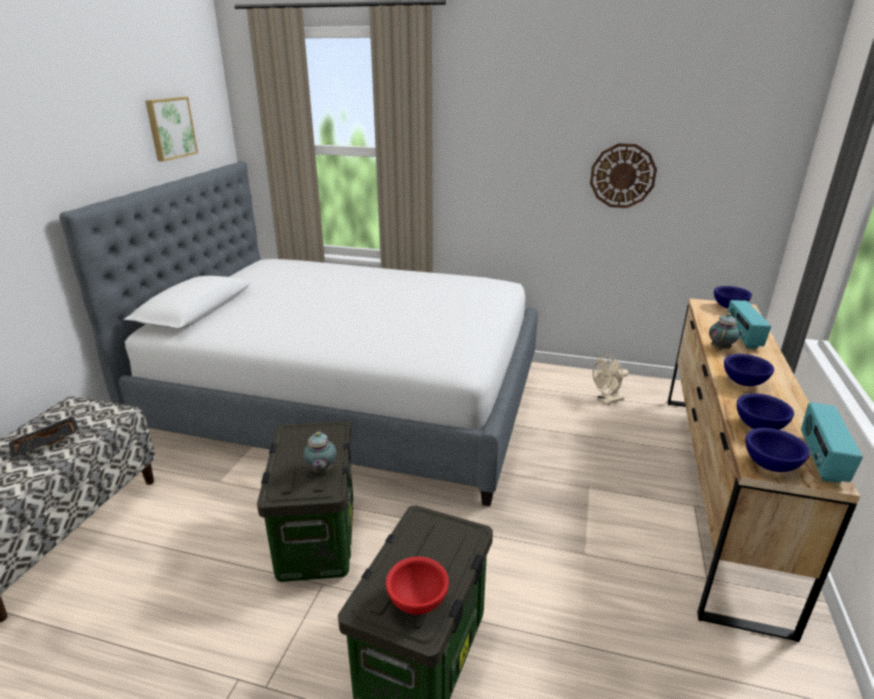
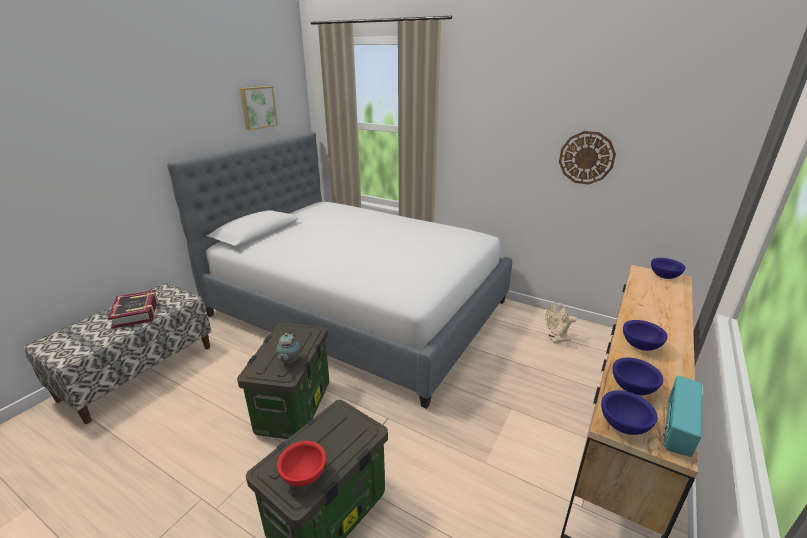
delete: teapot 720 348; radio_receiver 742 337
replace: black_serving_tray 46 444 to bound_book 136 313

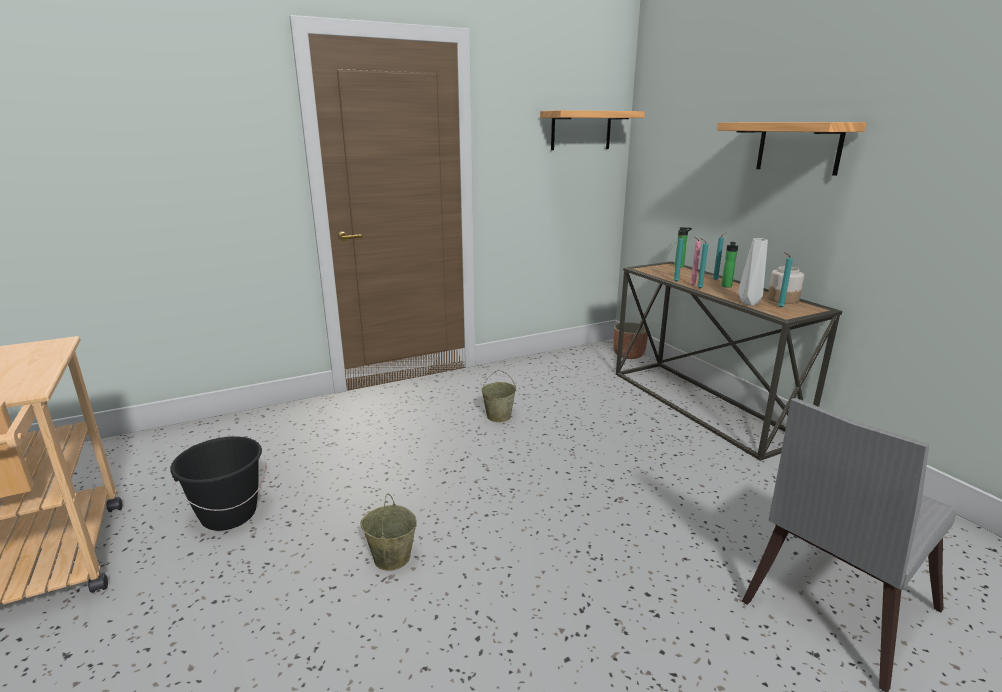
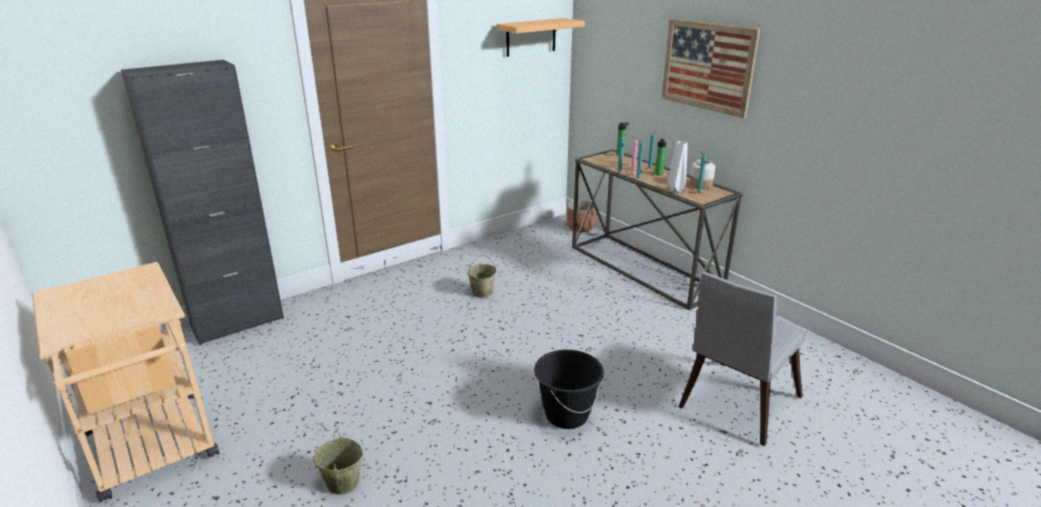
insert: black_cupboard 238 323
move: black_water_bucket 229 515 to 566 415; beige-coloured_water_bucket 391 557 to 342 482
replace: wall_shelf 798 147 to picture 707 66

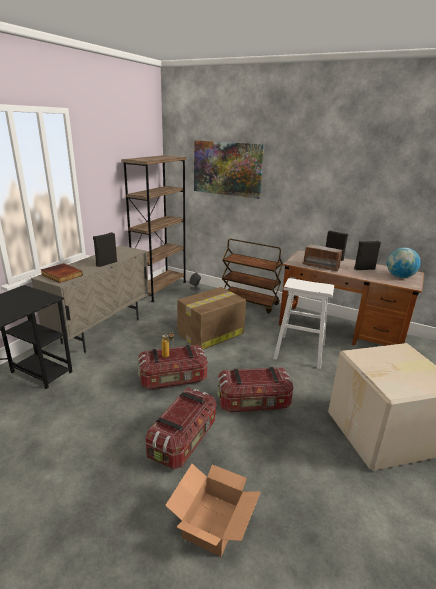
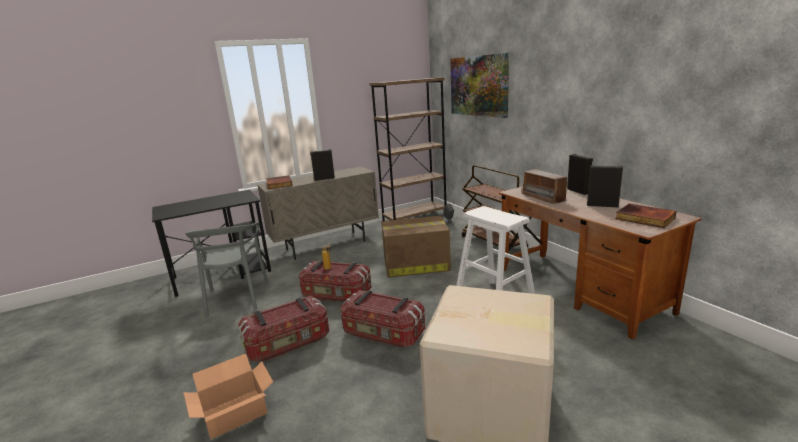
insert: greyish_plain_chair 236 298
replace: desk_globe 399 276 to bound_book 644 218

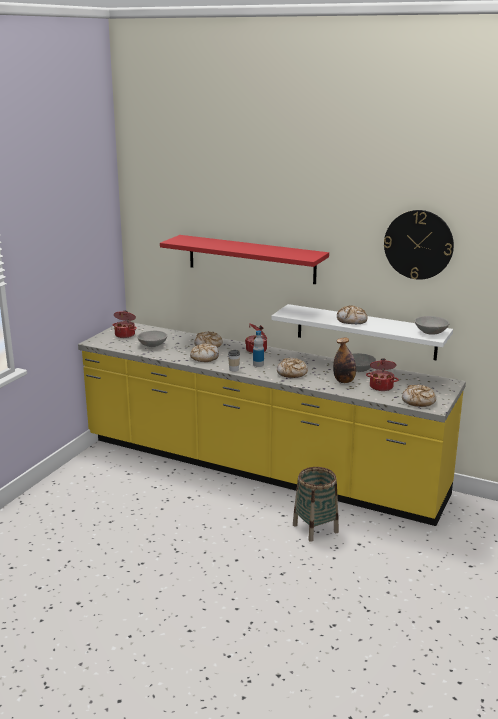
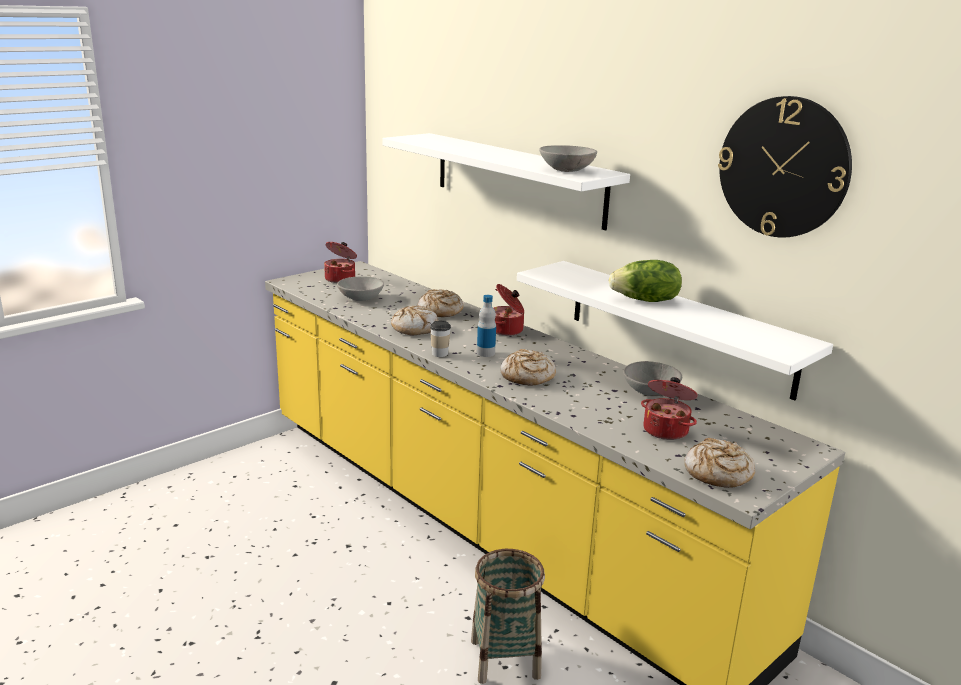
delete: beverage_bottle 344 381
move: greyish_deep_dish 430 332 to 566 170
replace: bread 352 320 to head_of_lettuce 645 300
recolor: red_wall_shelf 251 259 to whitish_wall_shelf 517 179

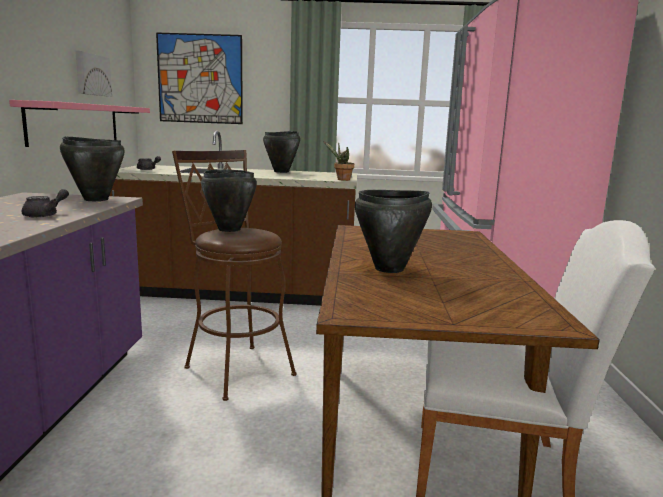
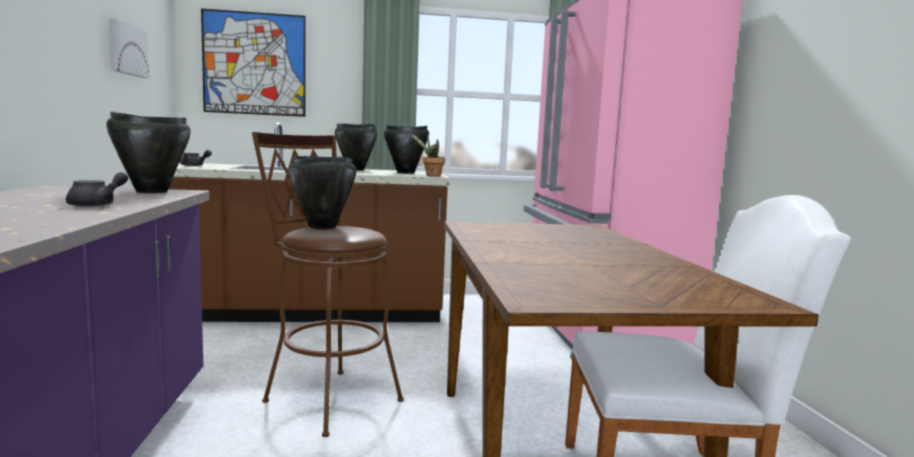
delete: pink-coloured_wall_shelf 75 123
move: black_cooking_pot 390 269 to 406 173

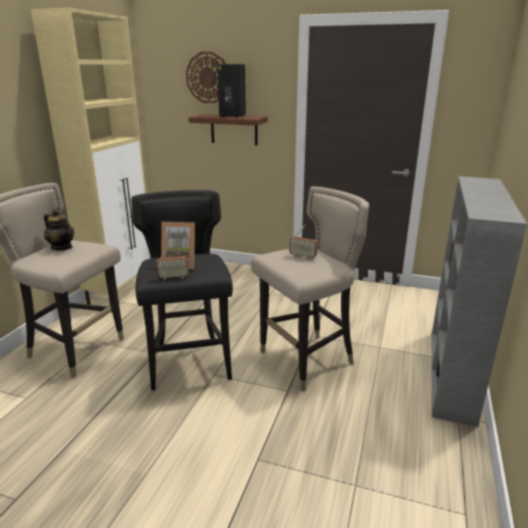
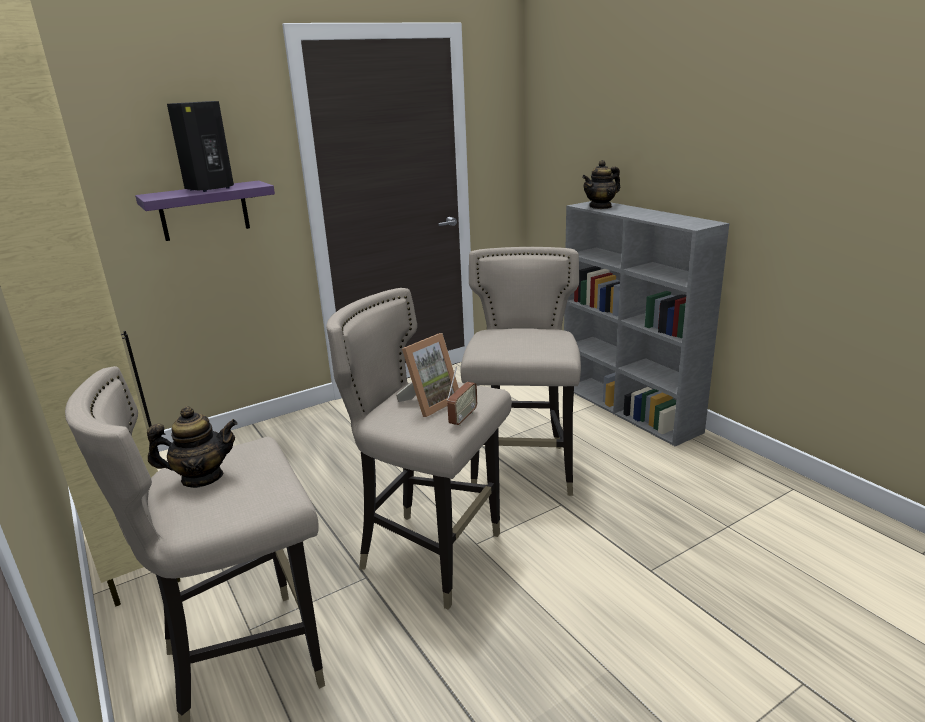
delete: hanging_clock 208 77; radio_receiver 303 256
insert: teapot 600 207
recolor: black_stool_seat 190 365 to beige-coloured_stool_seat 432 555; brown-coloured_wall_shelf 234 129 to purple-coloured_wall_shelf 204 211

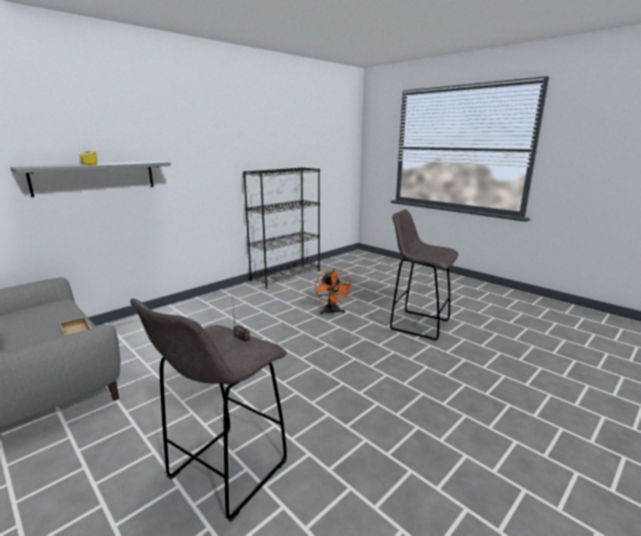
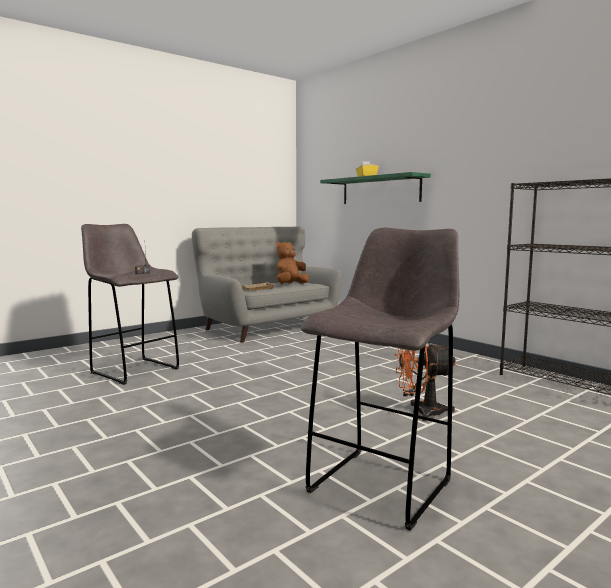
insert: brown-coloured_cuddly_toy 290 285
recolor: greyish_wall_shelf 95 177 to green-coloured_wall_shelf 380 190

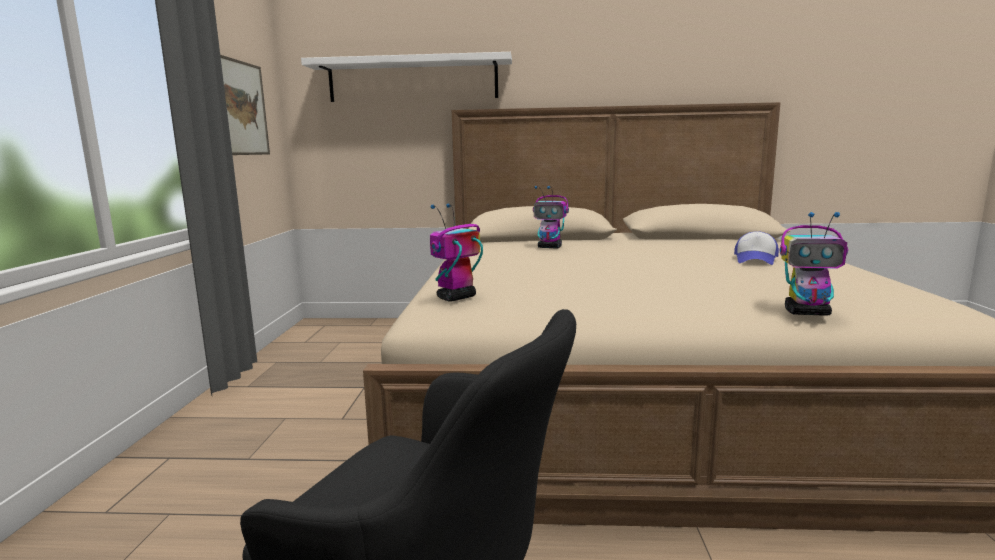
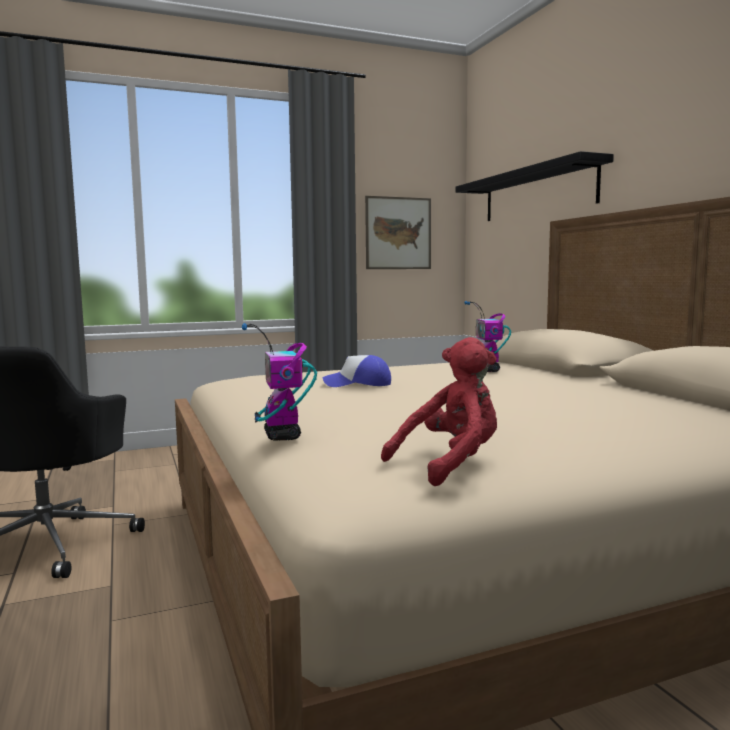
delete: model_robot 455 298
insert: red_cuddly_toy 450 464
move: cap 755 260 to 358 384
recolor: whitish_wall_shelf 413 80 to black_wall_shelf 537 193

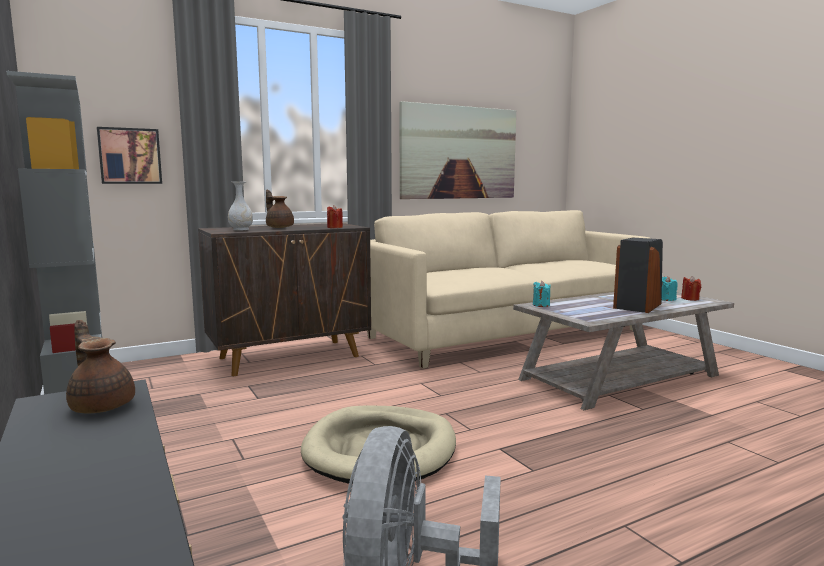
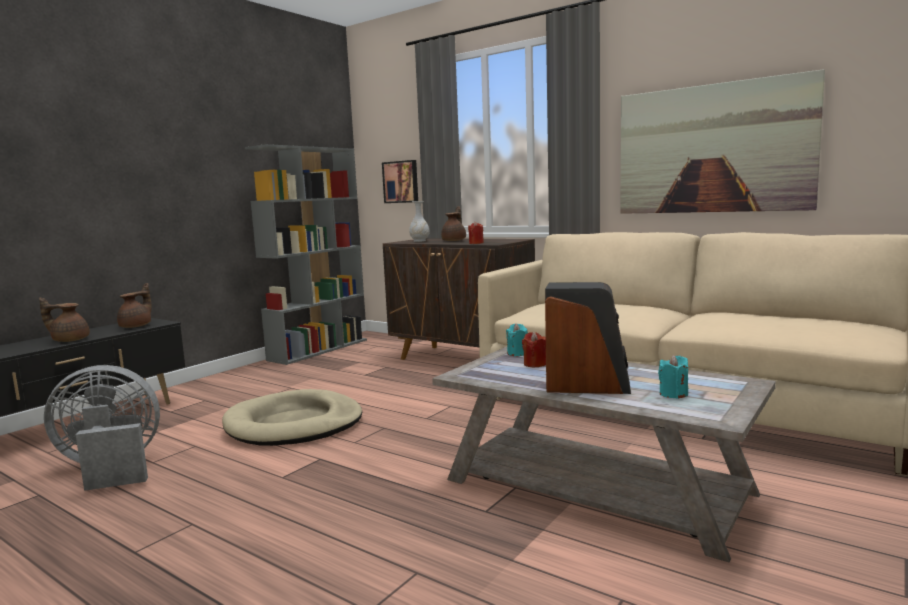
insert: brown-coloured_teapot 69 340
move: red_wax_candle 690 299 to 535 364

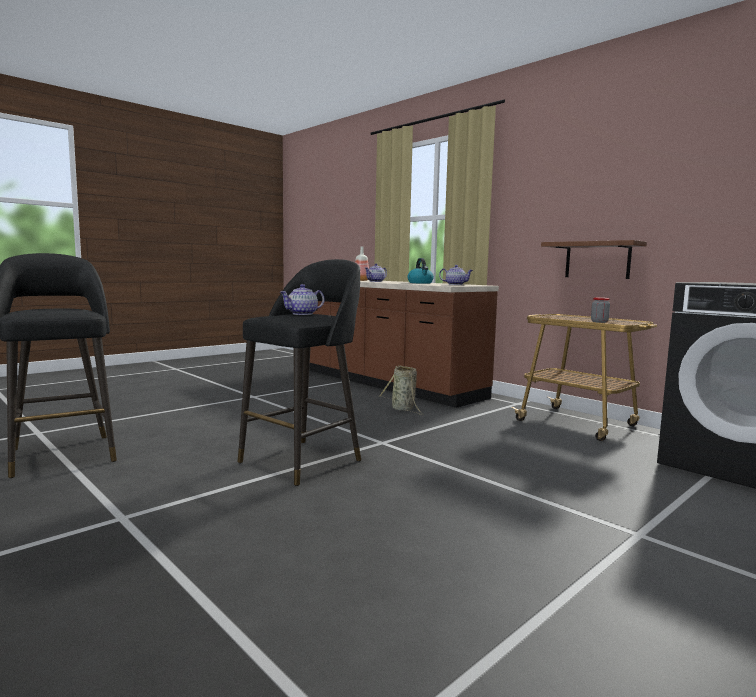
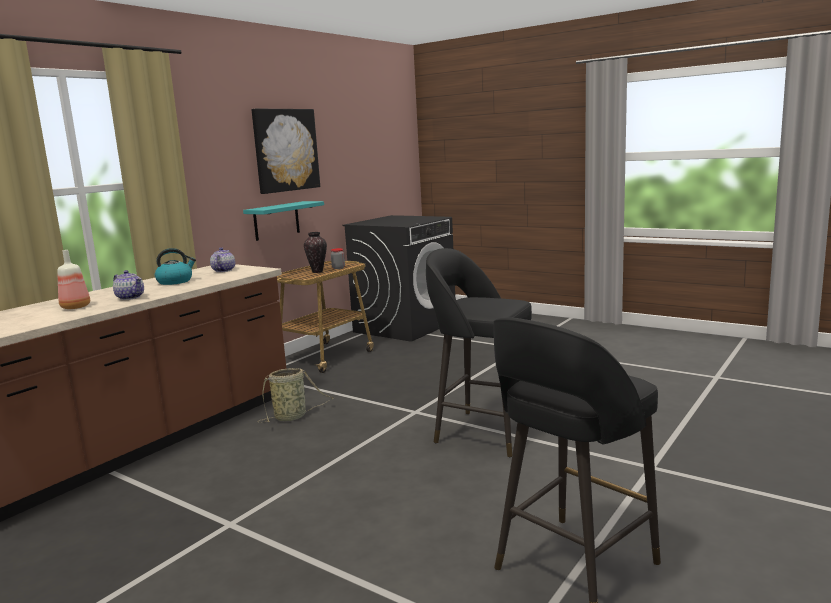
delete: teapot 303 314
insert: picture 285 150; decorative_vase 318 272
recolor: brown-coloured_wall_shelf 597 260 to turquoise-coloured_wall_shelf 276 220

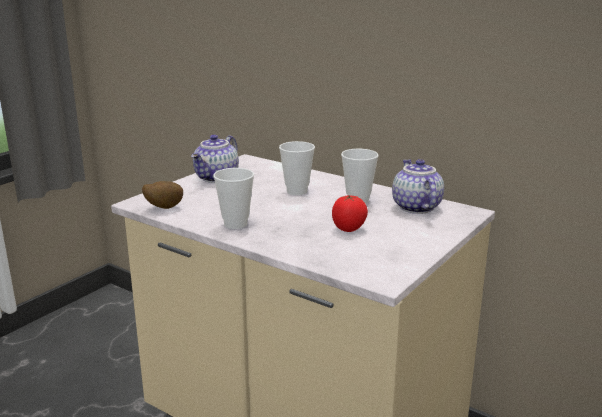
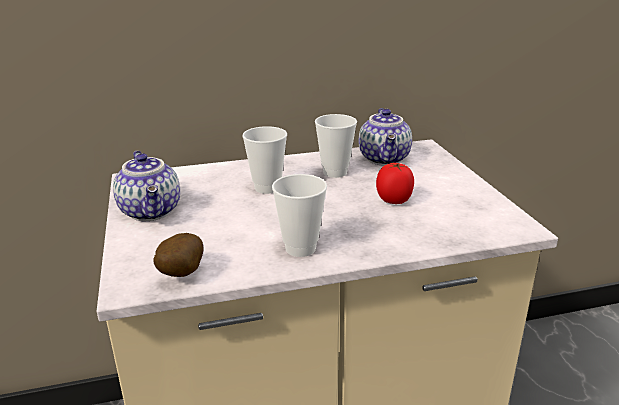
rotate: teapot 415 207 = 385 159 120 degrees counterclockwise

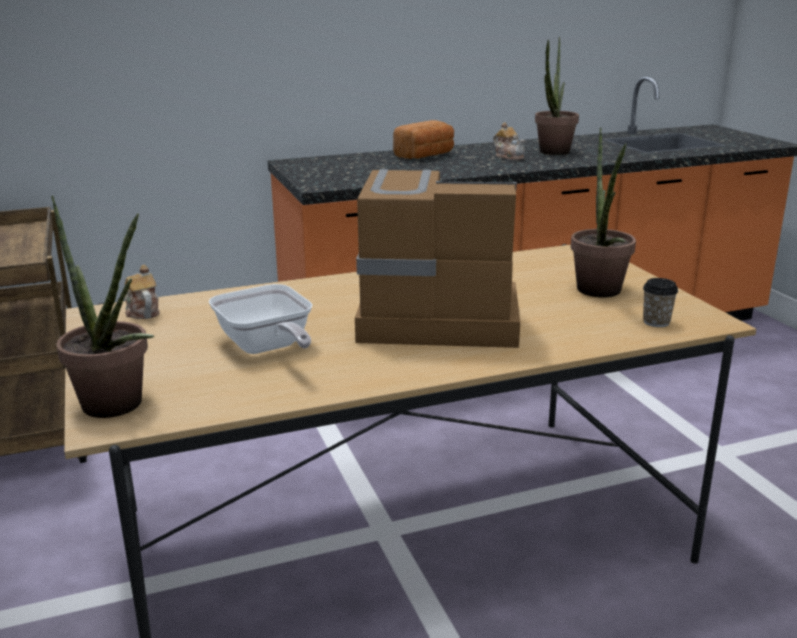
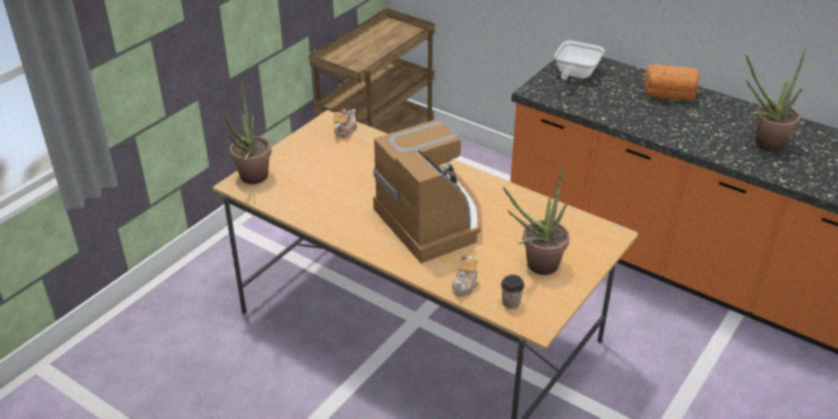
move: frying_pan 266 348 to 574 75; teapot 509 157 to 465 285

